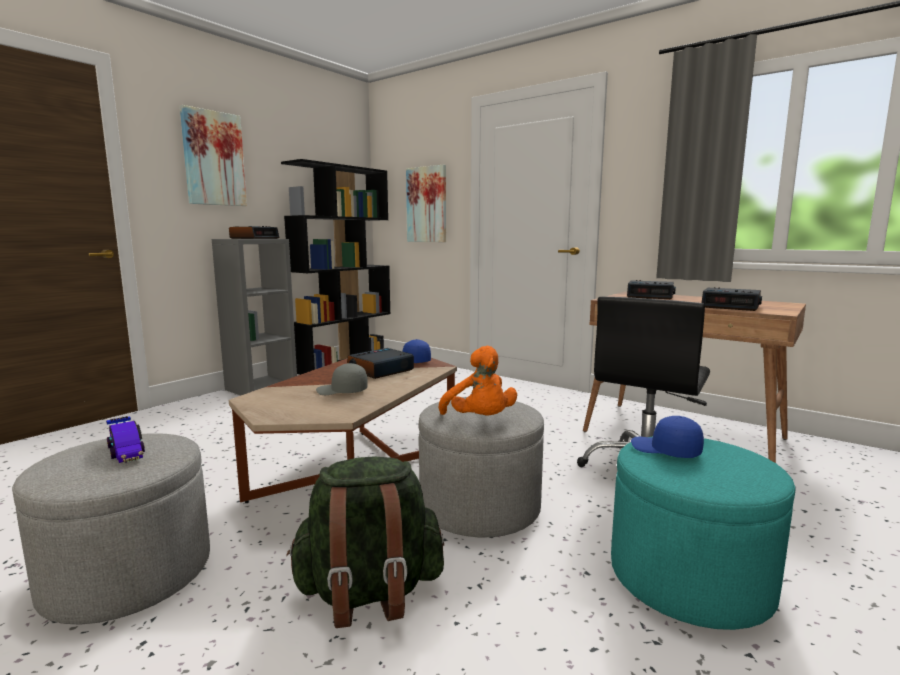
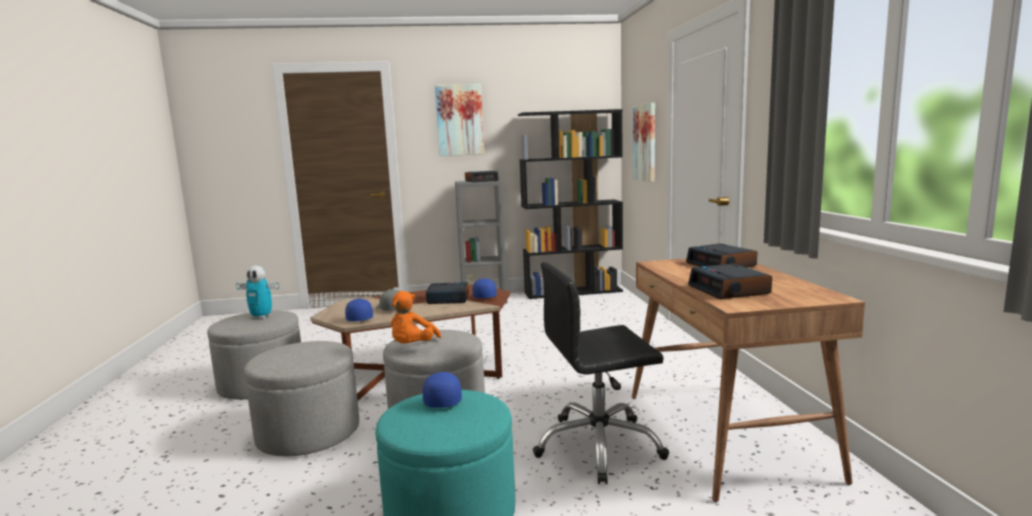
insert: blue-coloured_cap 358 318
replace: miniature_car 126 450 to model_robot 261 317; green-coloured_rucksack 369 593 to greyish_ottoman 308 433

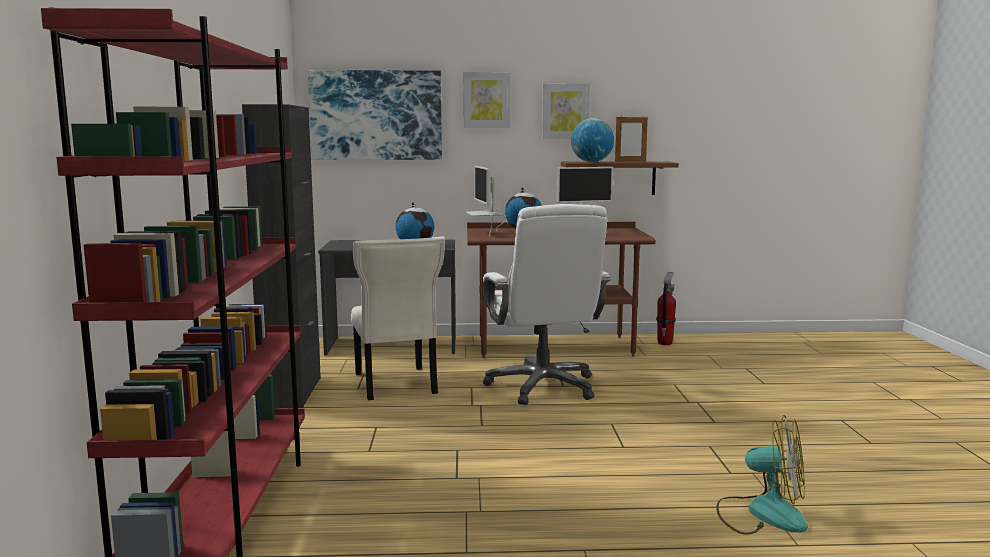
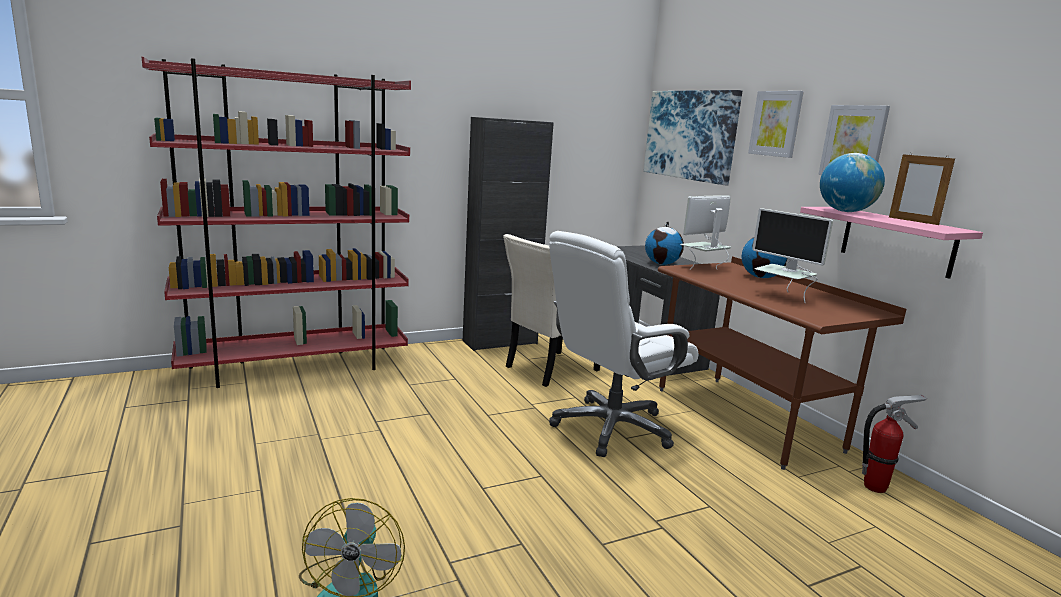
recolor: brown-coloured_wall_shelf 614 178 to pink-coloured_wall_shelf 897 241

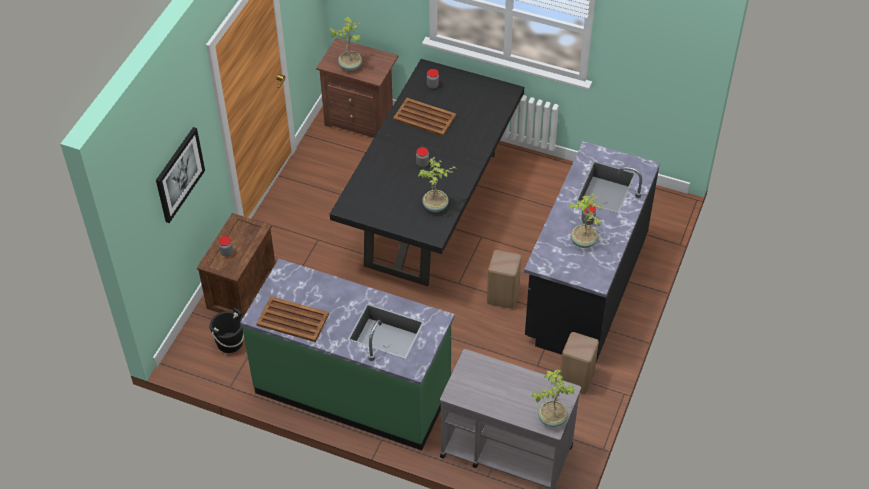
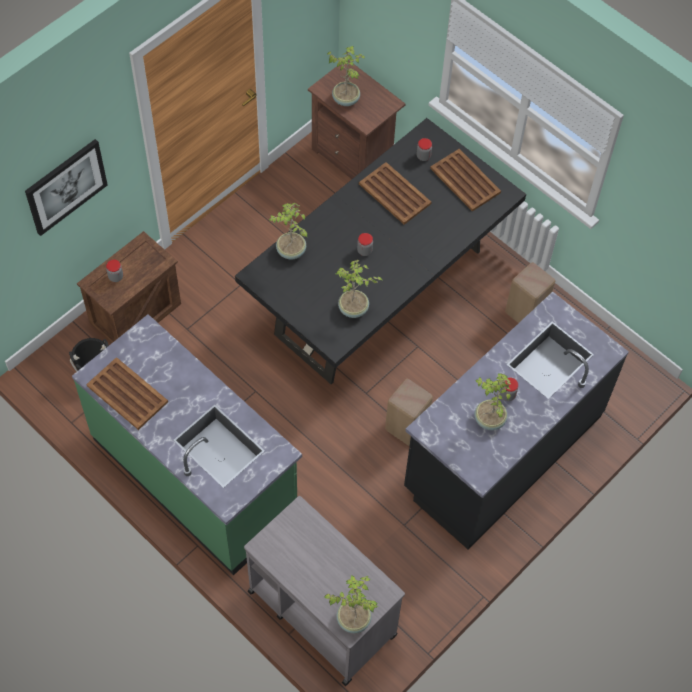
insert: plant_in_a_pot 290 251; brown-coloured_serving_tray 465 181
move: beige-coloured_stool_seat 577 380 to 525 313

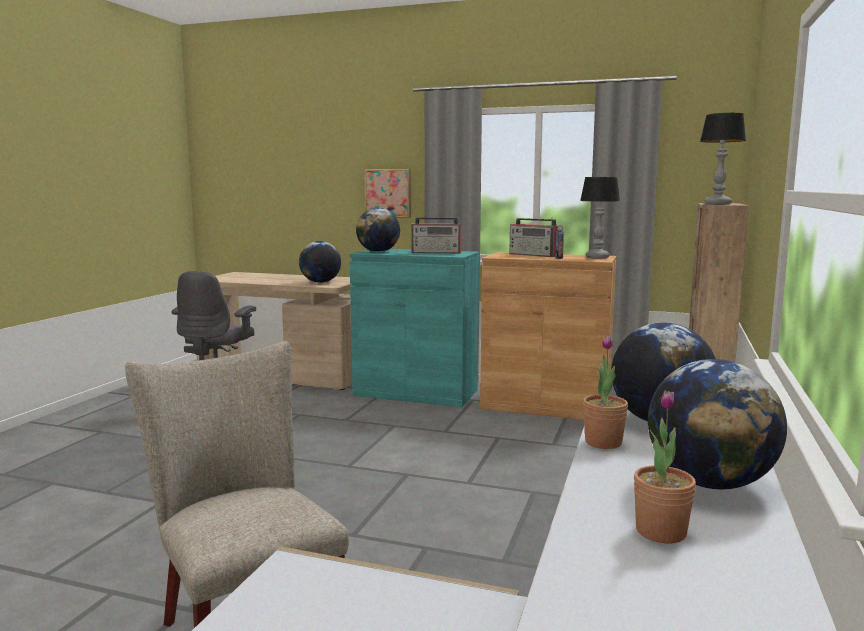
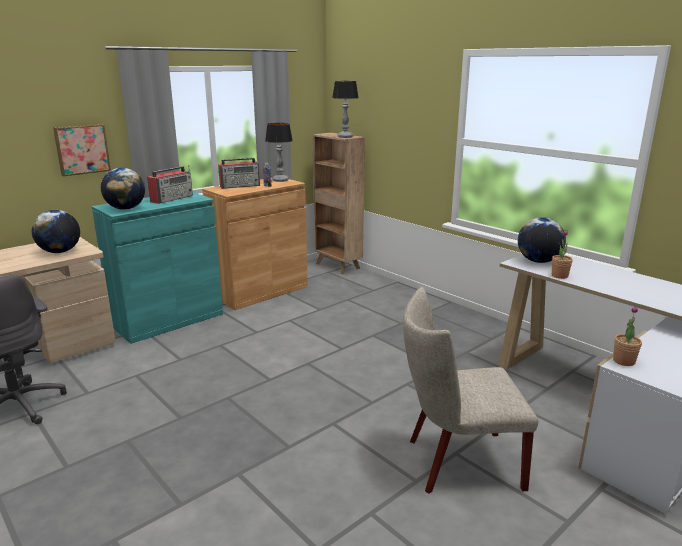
delete: desk_globe 710 483
move: plant_in_a_pot 661 532 to 624 361

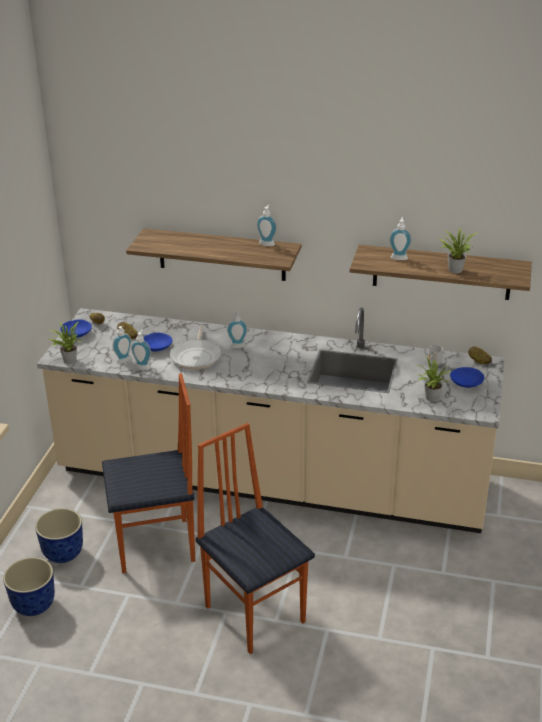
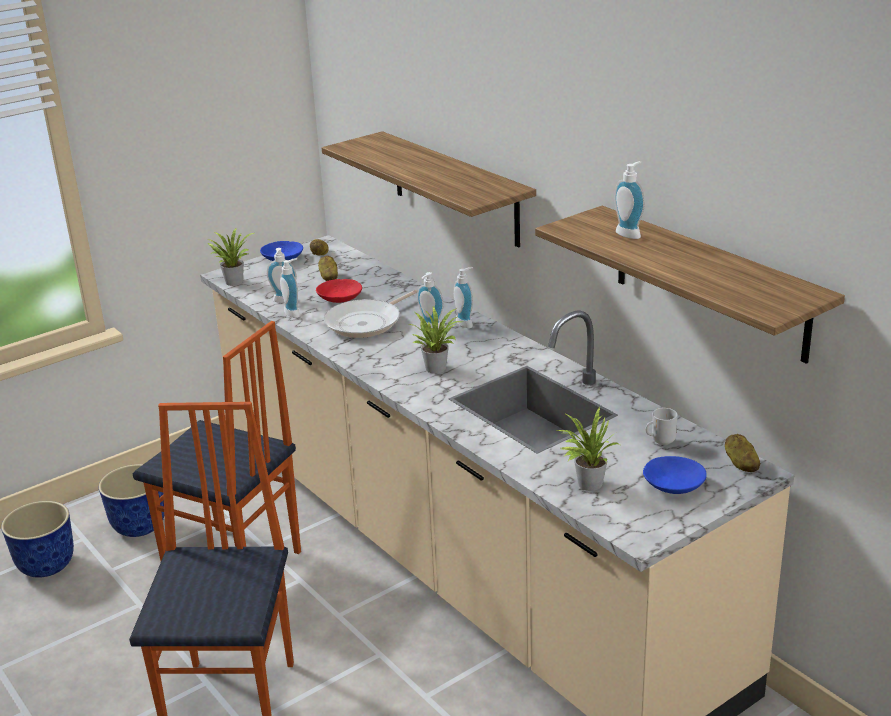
move: soap_dispenser 267 243 to 466 323; plant_in_a_pot 454 269 to 436 367
recolor: blue-coloured_deep_dish 156 347 to red_deep_dish 340 298

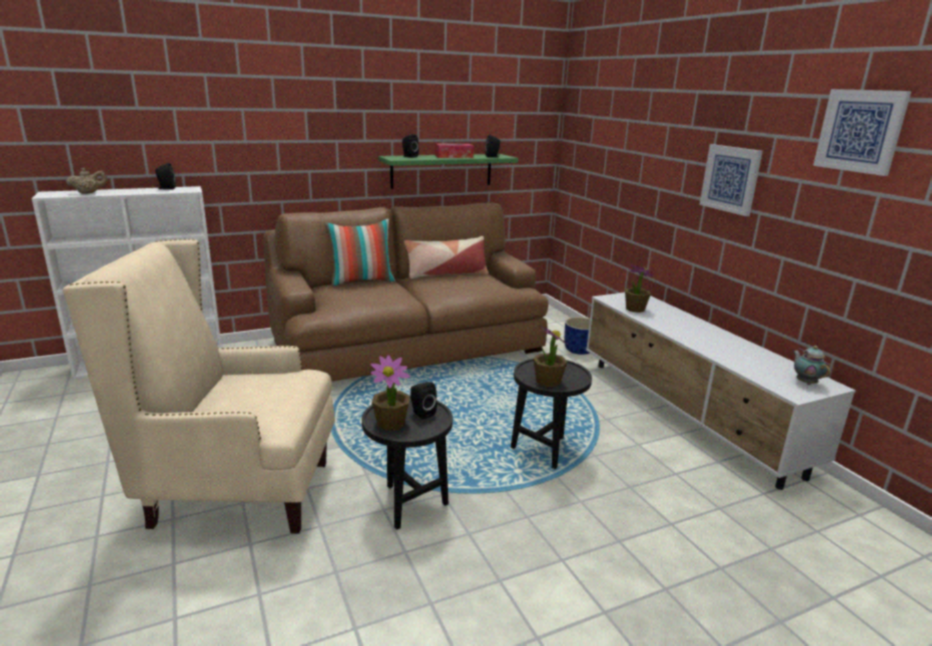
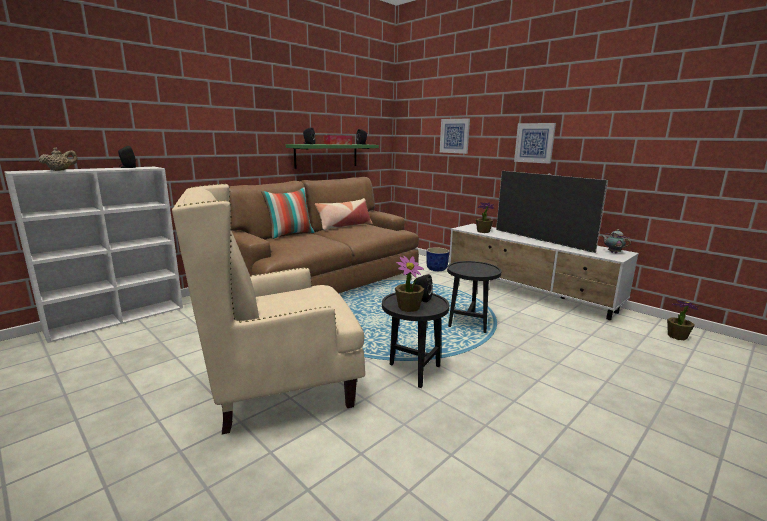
insert: TV 541 240
move: plant_in_a_pot 548 381 to 677 336; picture 860 131 to 455 136

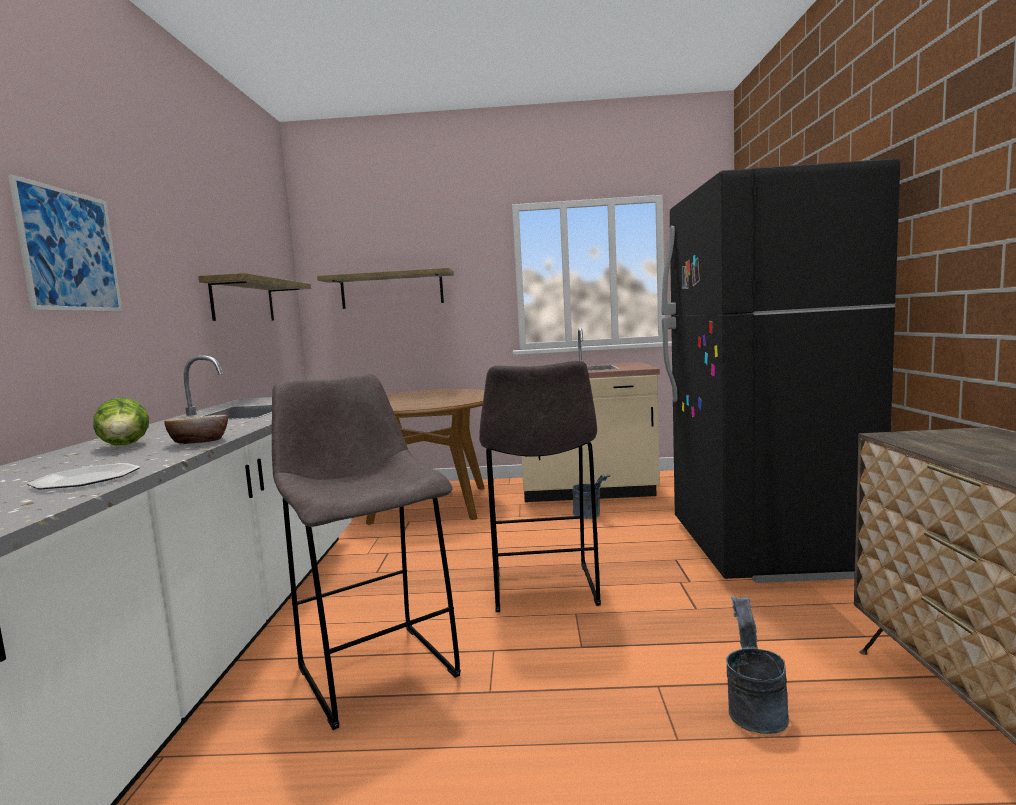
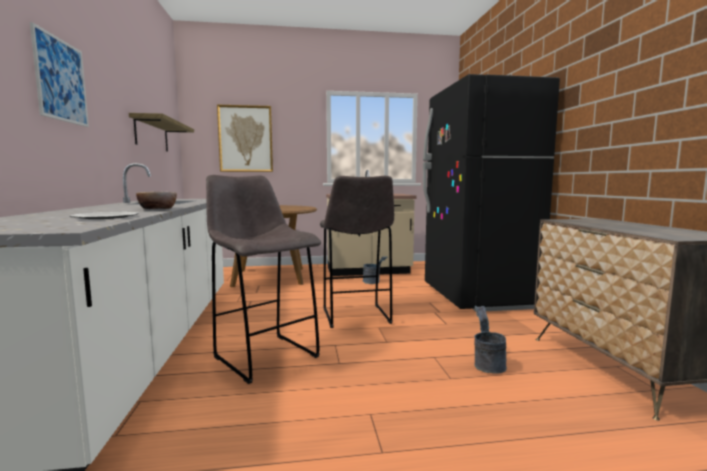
delete: head_of_lettuce 125 446
replace: wall_shelf 392 290 to picture 245 139

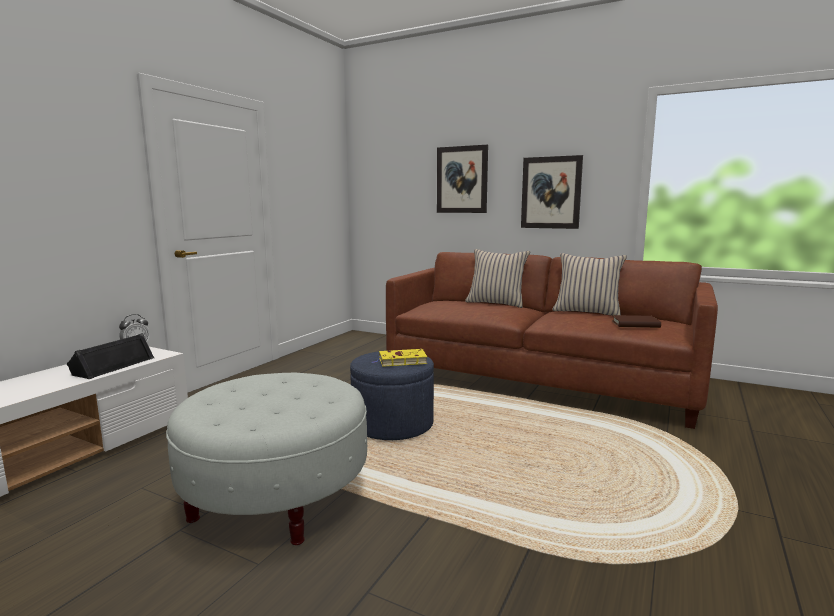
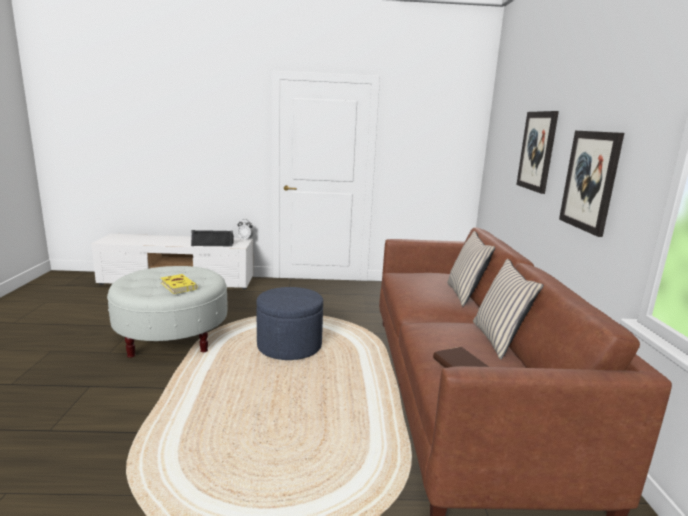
move: yellowish_bound_book 401 361 to 178 286

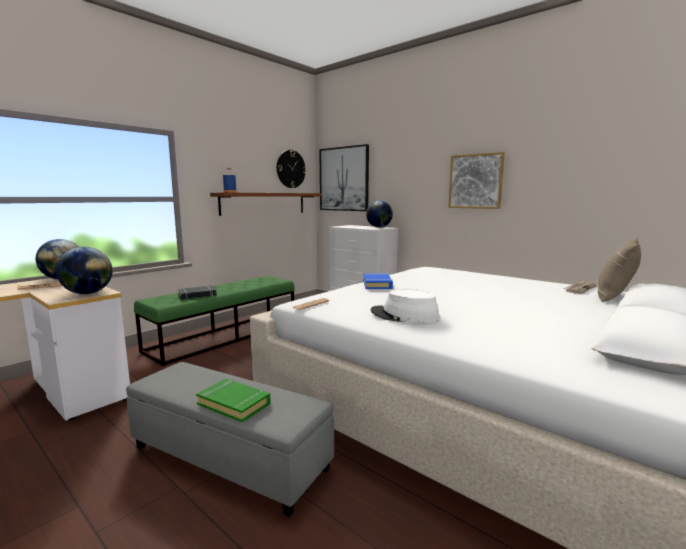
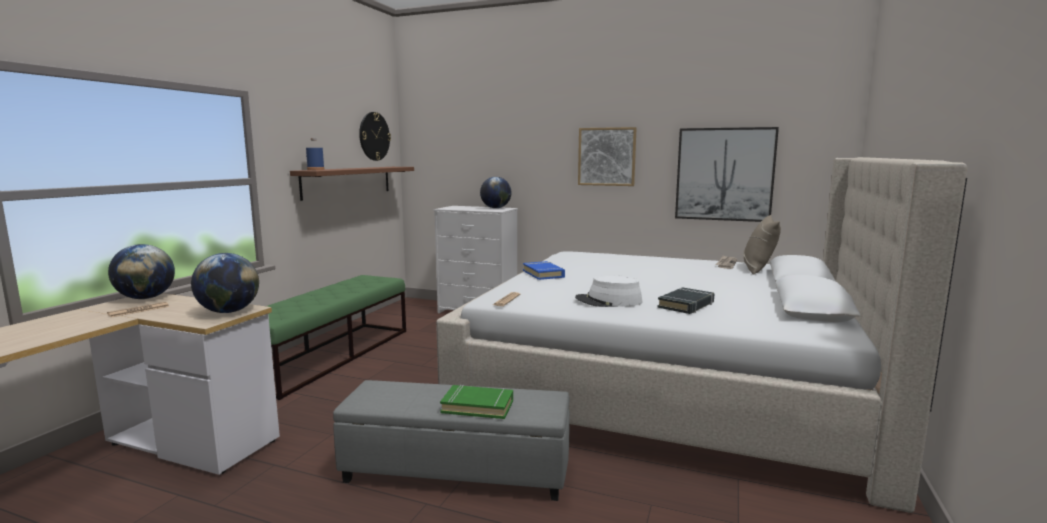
move: black_bound_book 197 295 to 686 305; picture 344 179 to 724 174

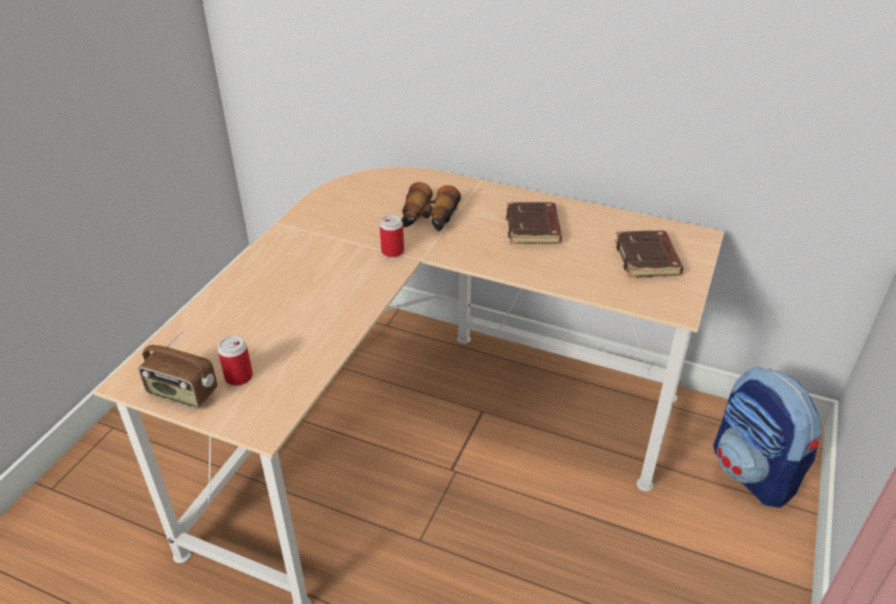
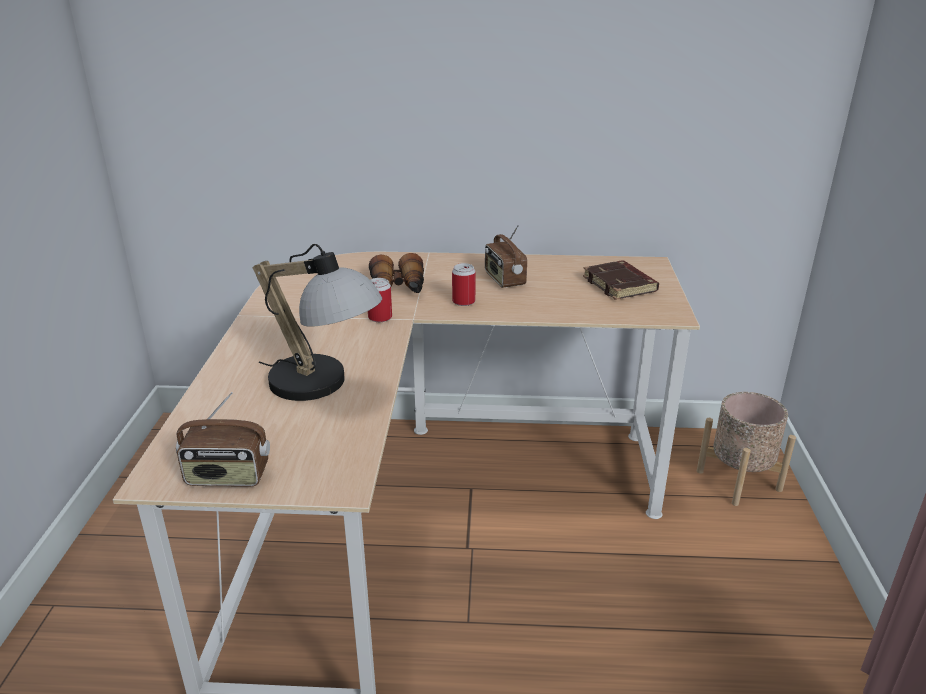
insert: lamp_for_a_table 324 386
move: can 239 377 to 463 302
replace: brown-coloured_bound_book 534 228 to radio_receiver 504 279; rucksack 753 472 to beige-coloured_planter 738 480

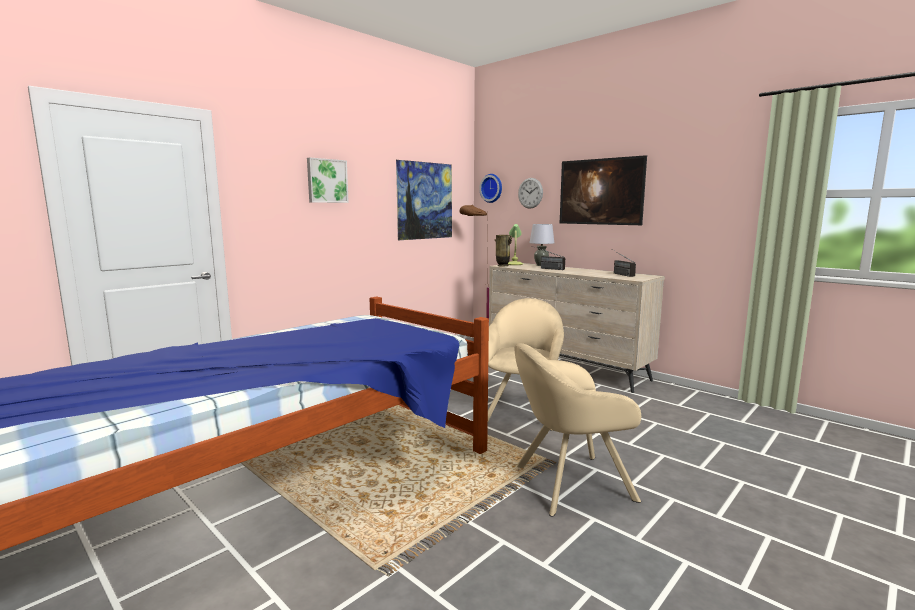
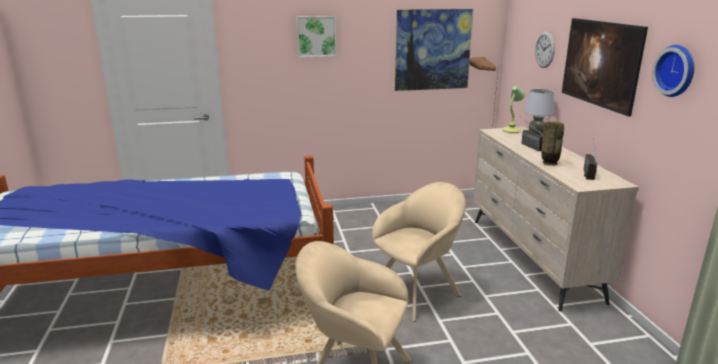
move: hanging_clock 492 188 to 677 70; decorative_vase 502 266 to 549 163

